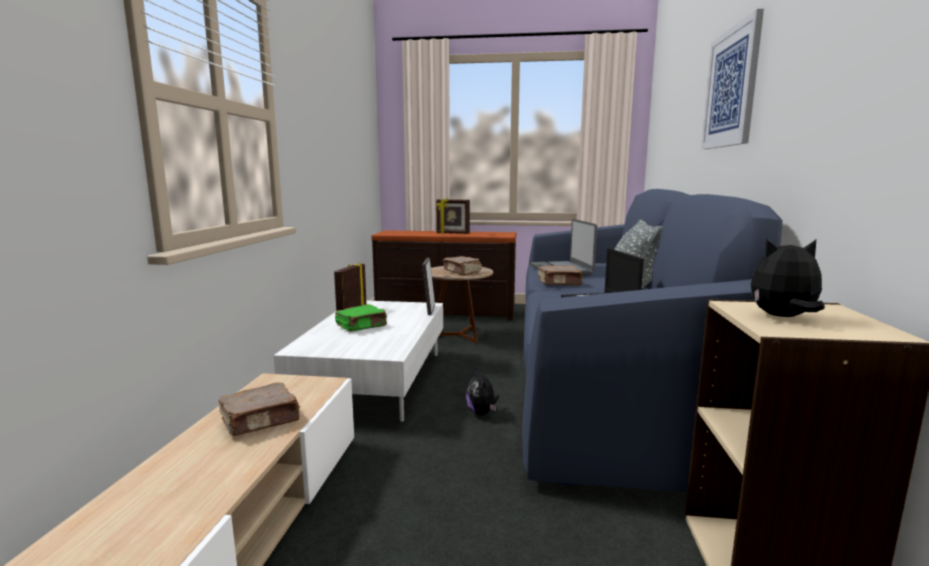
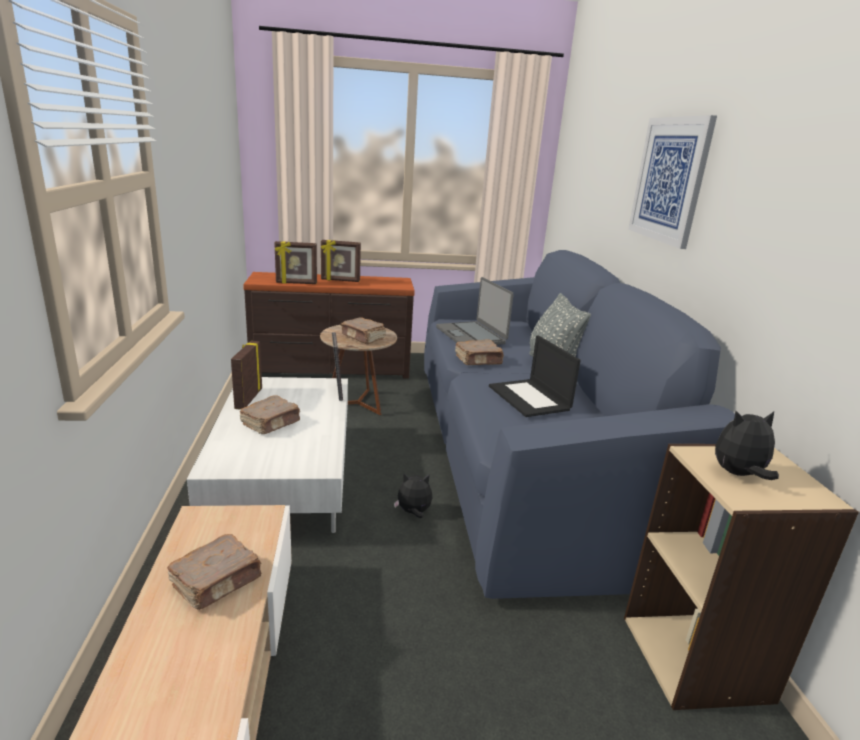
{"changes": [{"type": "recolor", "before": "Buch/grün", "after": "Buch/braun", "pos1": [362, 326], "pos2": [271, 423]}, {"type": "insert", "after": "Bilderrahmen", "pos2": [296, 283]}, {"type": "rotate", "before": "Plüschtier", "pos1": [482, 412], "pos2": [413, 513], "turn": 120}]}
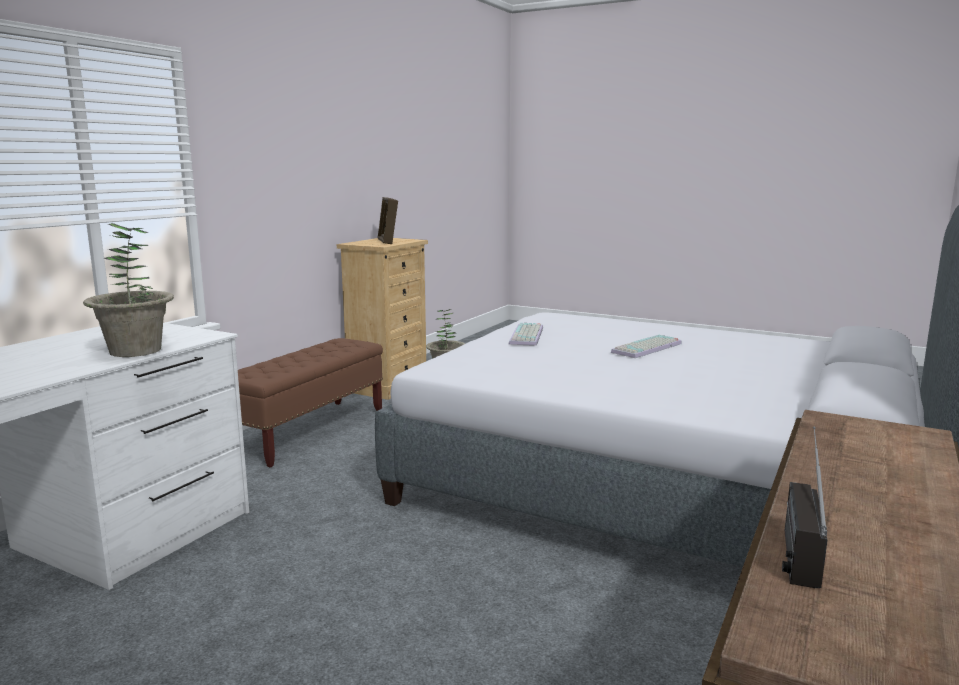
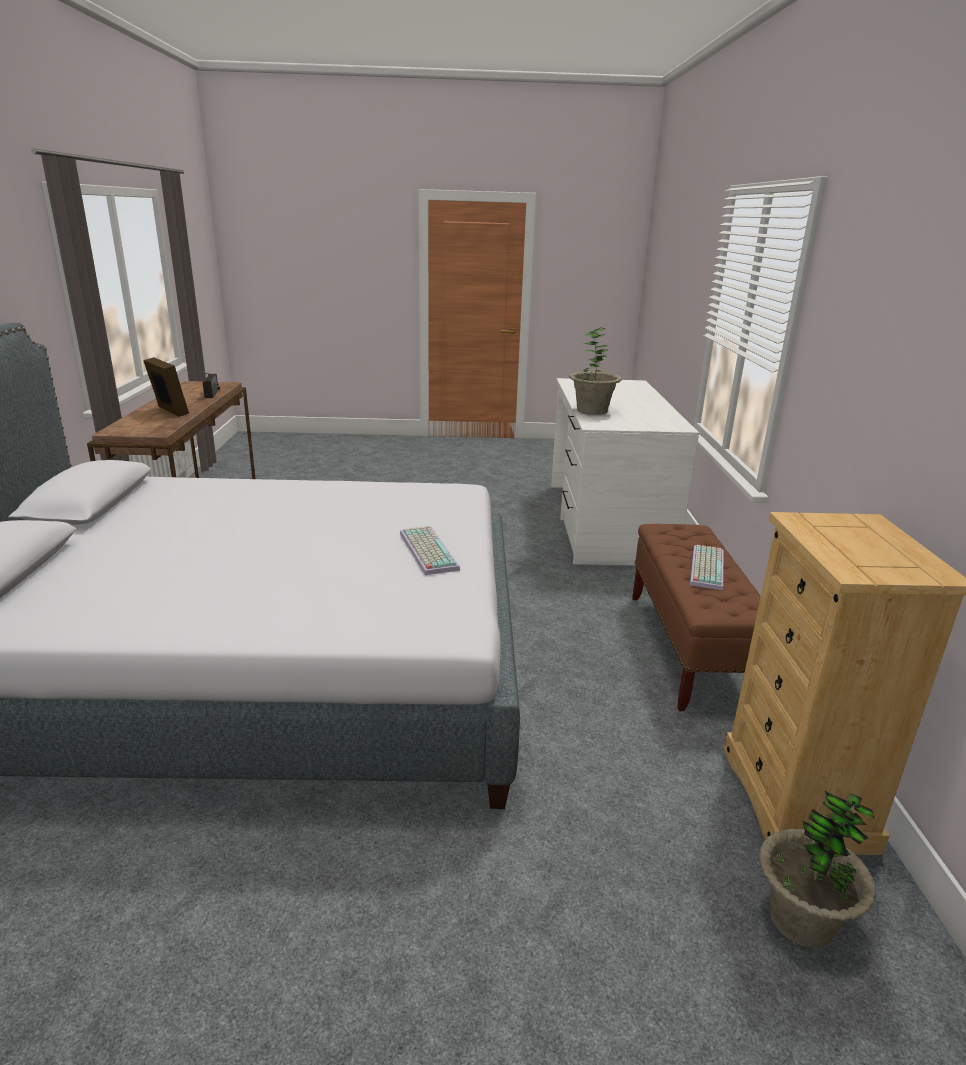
{"changes": [{"type": "move", "before": "Bilderrahmen", "pos1": [388, 242], "pos2": [170, 411]}, {"type": "move", "before": "Tastatur", "pos1": [647, 348], "pos2": [705, 567]}]}
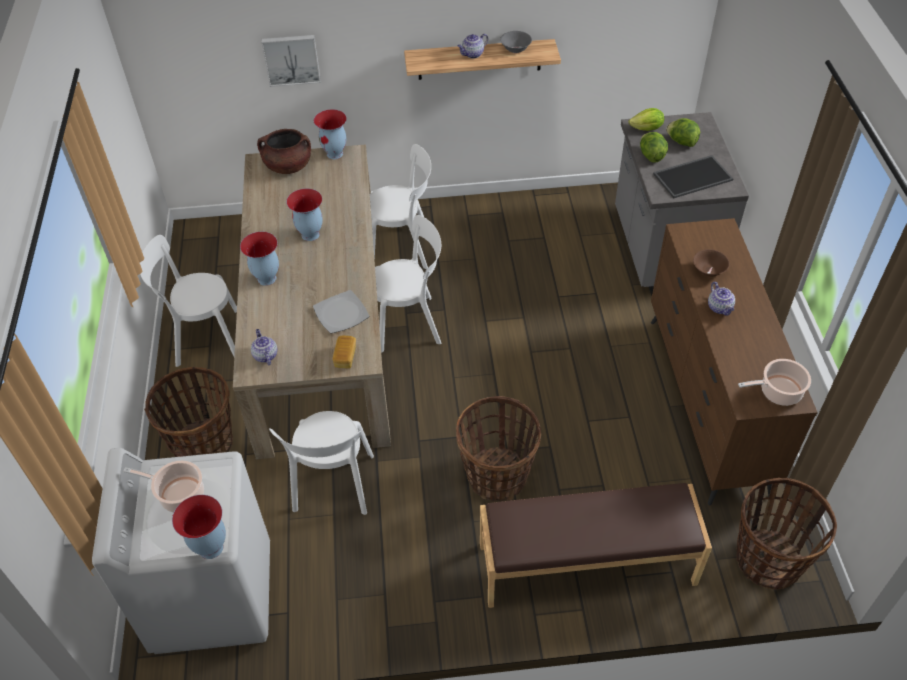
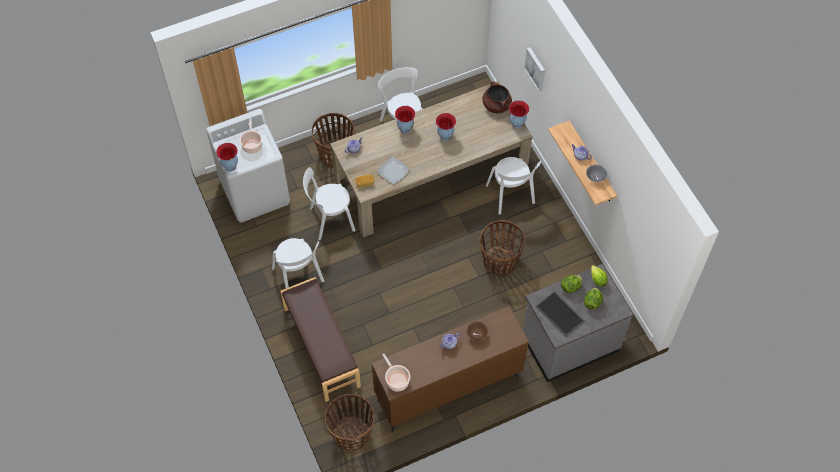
{"changes": [{"type": "move", "before": "Stuhl/weiß", "pos1": [410, 323], "pos2": [299, 277]}, {"type": "move", "before": "Korb", "pos1": [497, 476], "pos2": [500, 261]}]}
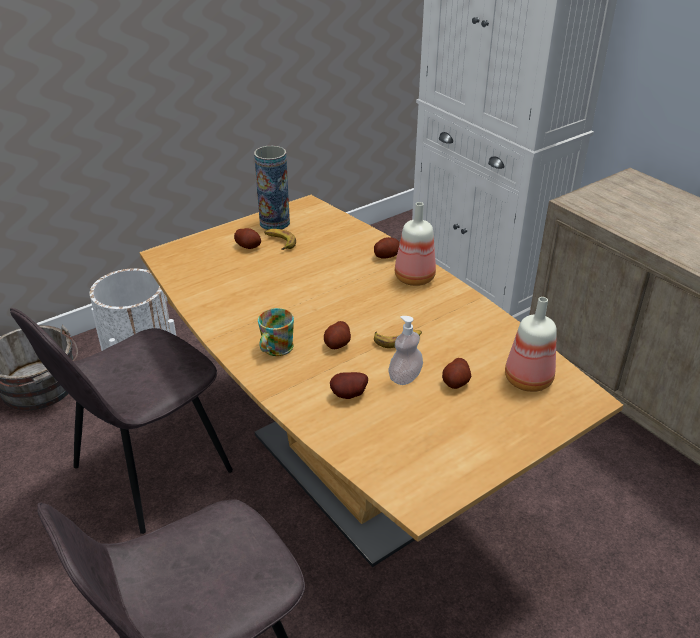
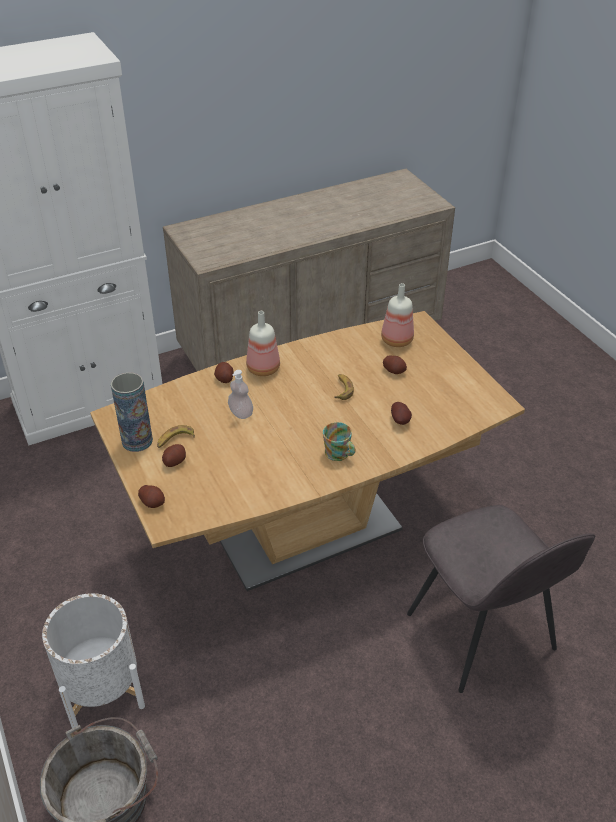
{"changes": [{"type": "move", "before": "Kartoffel", "pos1": [337, 344], "pos2": [152, 502]}, {"type": "move", "before": "Seifenspender", "pos1": [405, 377], "pos2": [241, 413]}, {"type": "delete", "before": "Stuhl/grau", "pos1": [148, 471]}]}
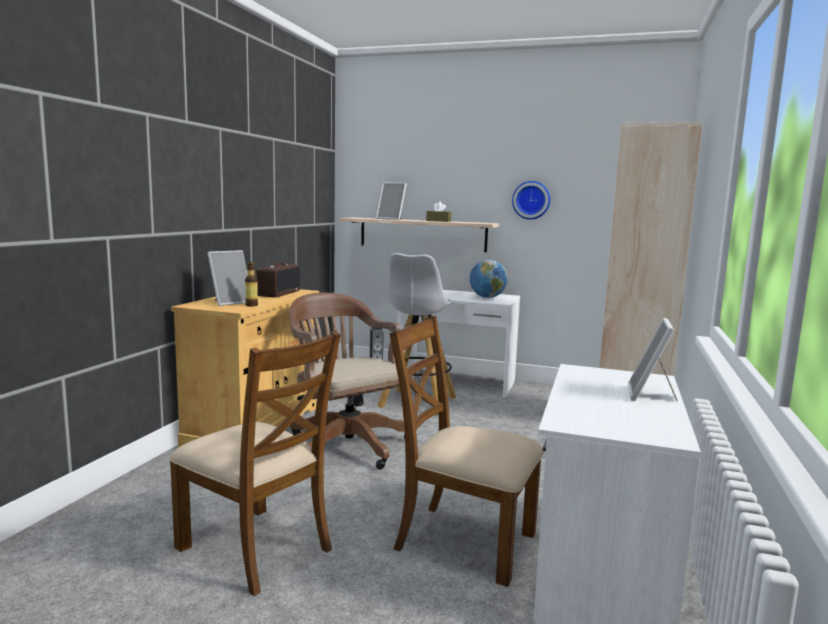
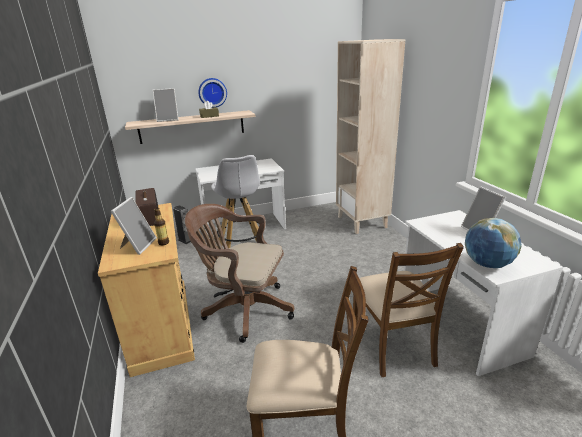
{"changes": [{"type": "move", "before": "Wanduhr", "pos1": [531, 200], "pos2": [212, 92]}, {"type": "rotate", "before": "Stuhl/braun", "pos1": [463, 541], "pos2": [393, 345], "turn": -90}, {"type": "move", "before": "Globus", "pos1": [487, 297], "pos2": [487, 264]}]}
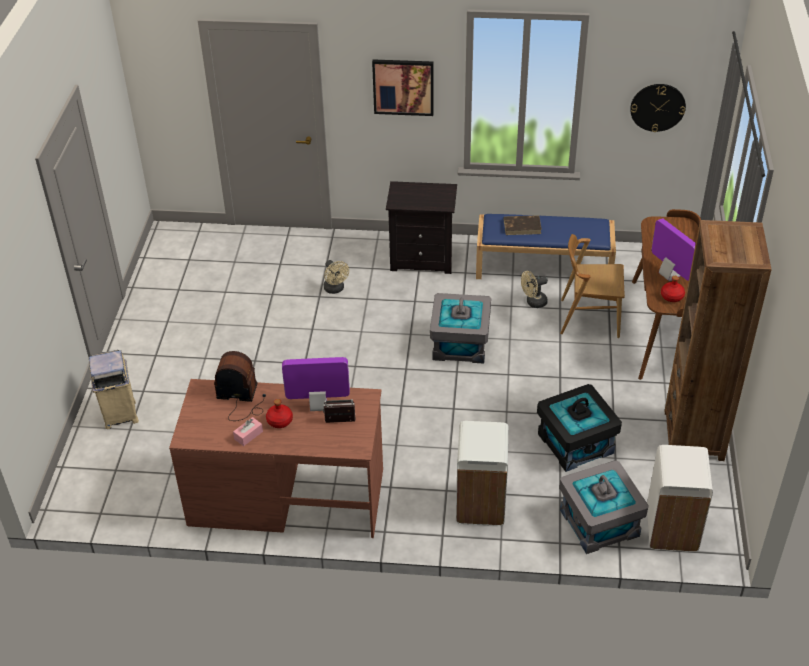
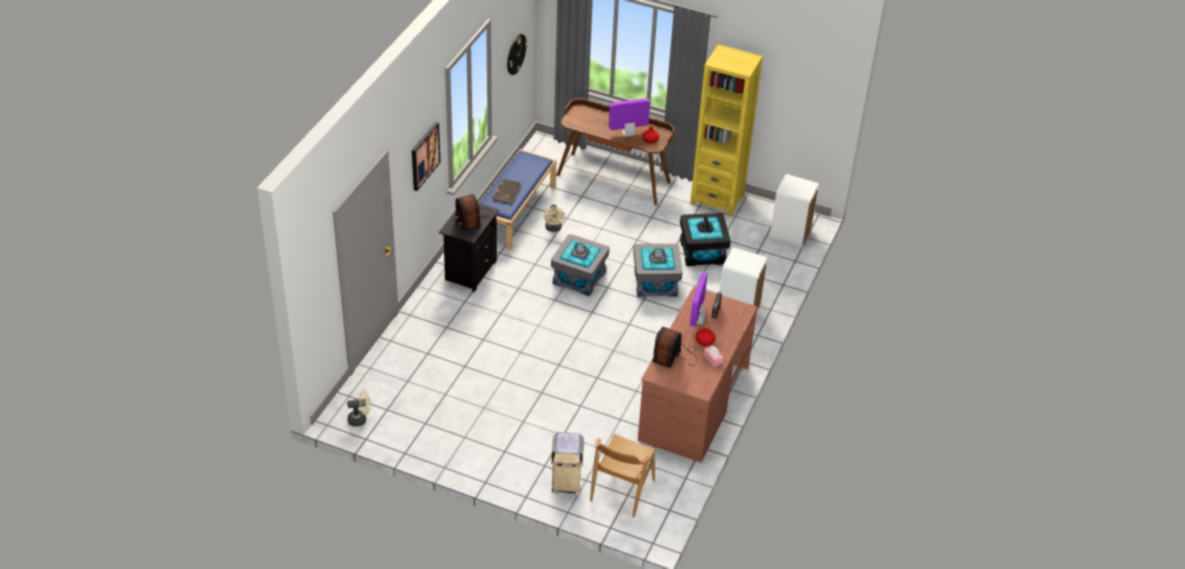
{"changes": [{"type": "move", "before": "Ventilator/beige", "pos1": [335, 289], "pos2": [360, 419]}, {"type": "insert", "after": "Radio", "pos2": [472, 218]}, {"type": "move", "before": "Stuhl/braun", "pos1": [589, 318], "pos2": [622, 490]}, {"type": "move", "before": "Aufbewahrungsbox/grau", "pos1": [599, 523], "pos2": [655, 282]}, {"type": "recolor", "before": "Bücherregal/braun", "after": "Bücherregal/gelb", "pos1": [694, 435], "pos2": [717, 199]}]}
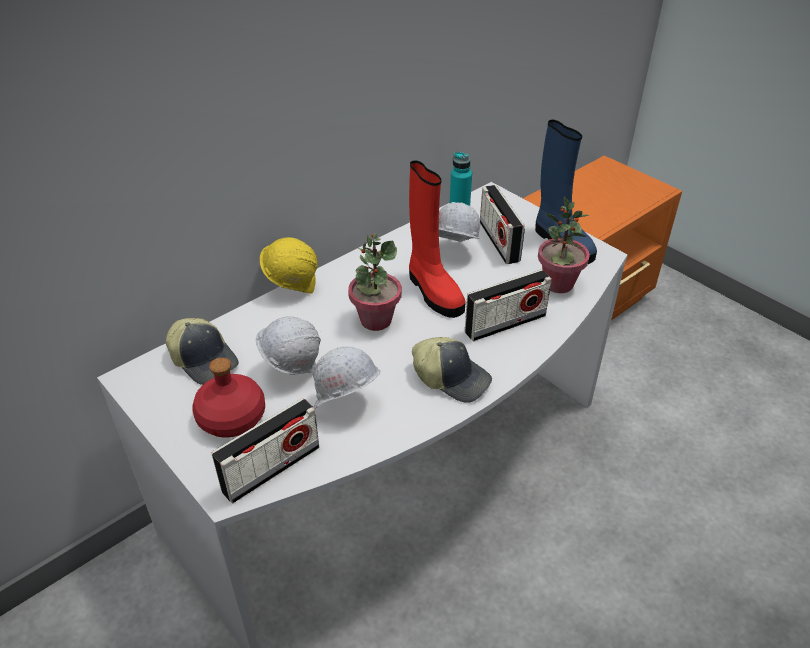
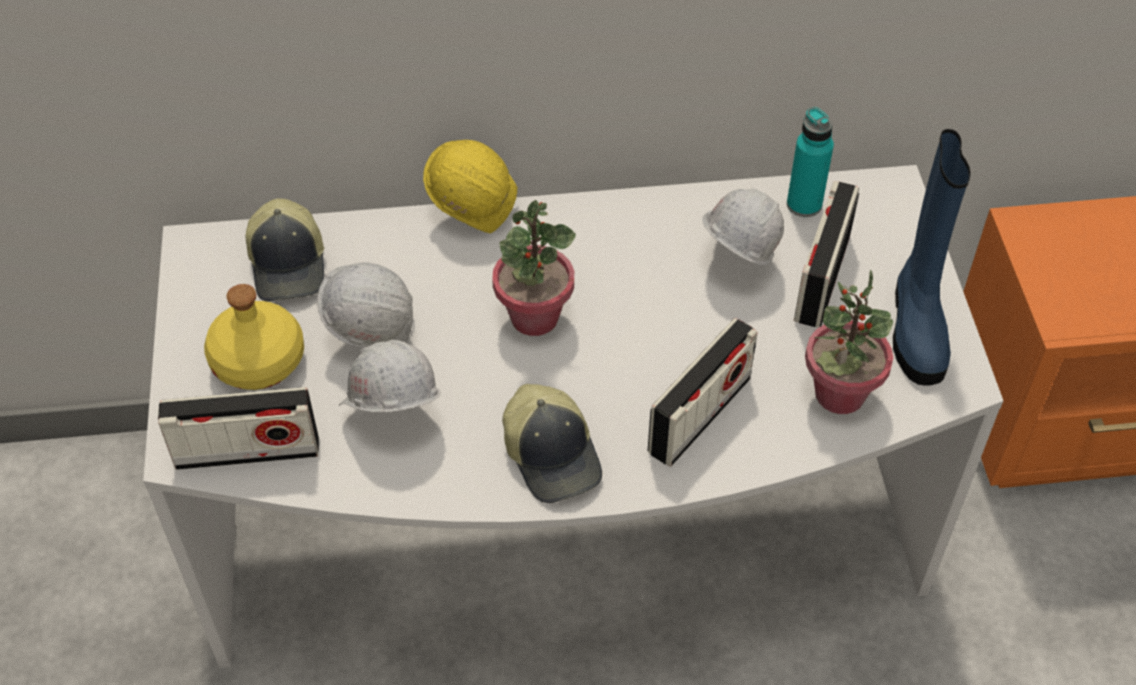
{"changes": [{"type": "recolor", "before": "Flasche/rot", "after": "Flasche/gelb", "pos1": [231, 418], "pos2": [257, 361]}, {"type": "rotate", "before": "Radio", "pos1": [505, 324], "pos2": [699, 415], "turn": -60}, {"type": "delete", "before": "Stiefel/rot", "pos1": [433, 291]}]}
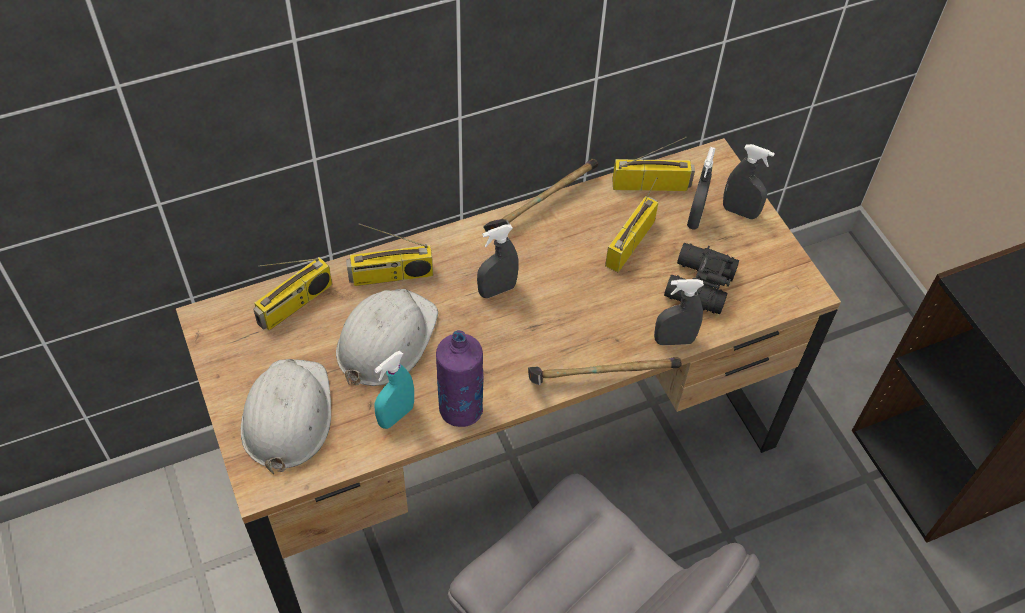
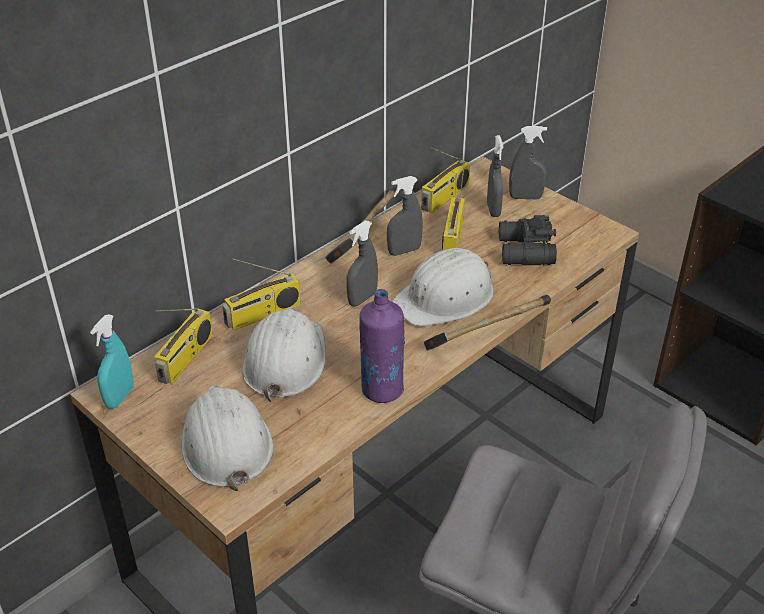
{"changes": [{"type": "move", "before": "Sprühflasche/türkis", "pos1": [396, 416], "pos2": [119, 397]}, {"type": "move", "before": "Sprühflasche/grau", "pos1": [674, 340], "pos2": [404, 251]}, {"type": "insert", "after": "Schutzhelm/weiß", "pos2": [446, 298]}, {"type": "rotate", "before": "Radio", "pos1": [651, 184], "pos2": [445, 198], "turn": 150}]}
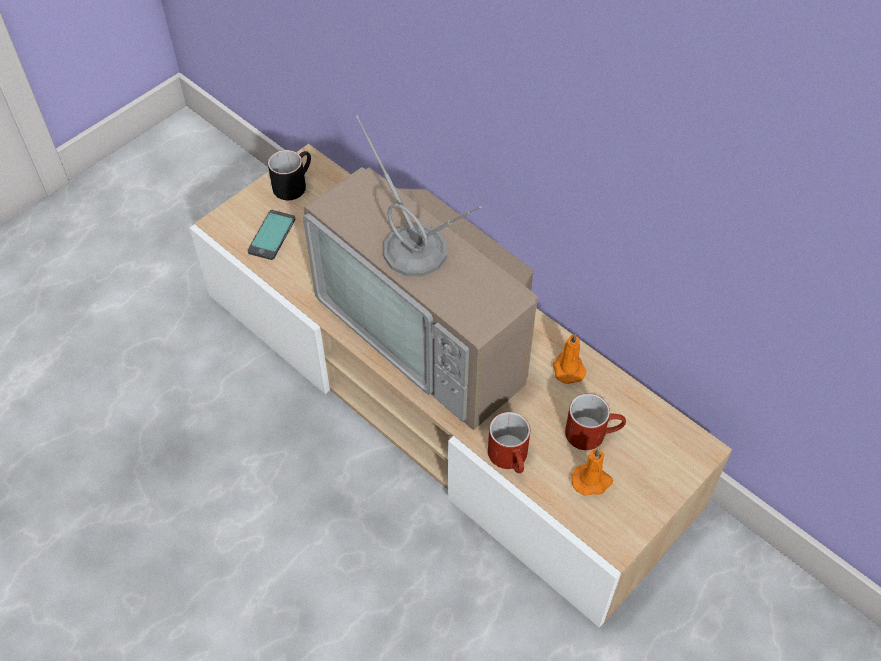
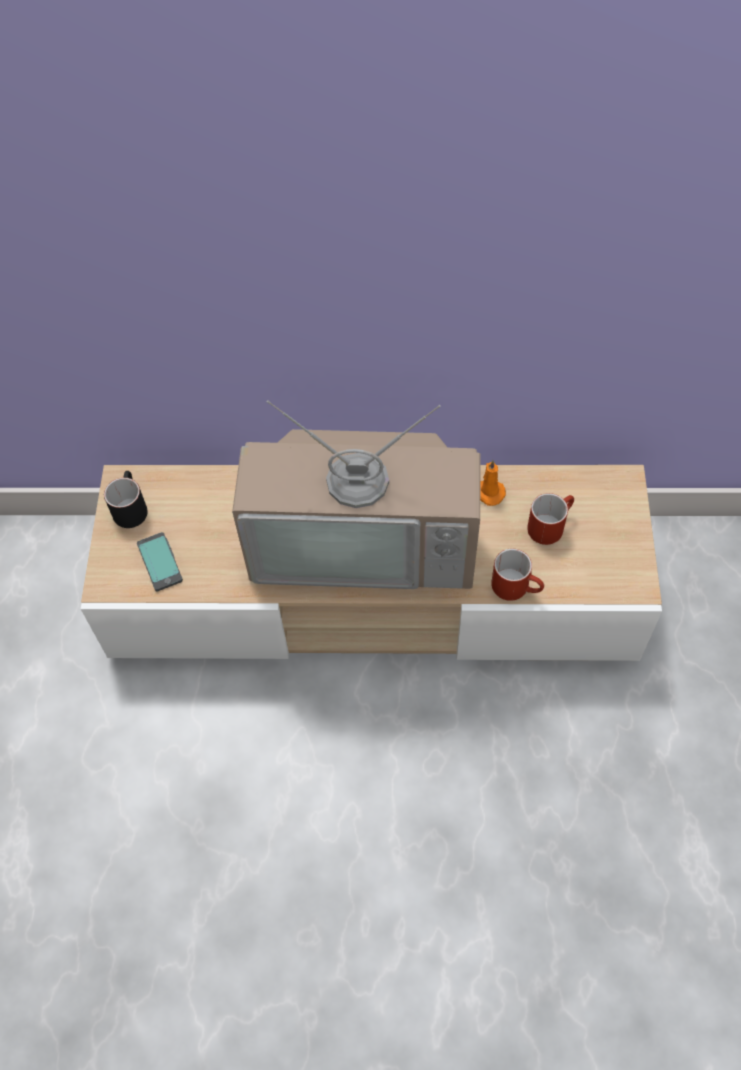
{"changes": [{"type": "delete", "before": "Kerze/orange", "pos1": [592, 481]}]}
